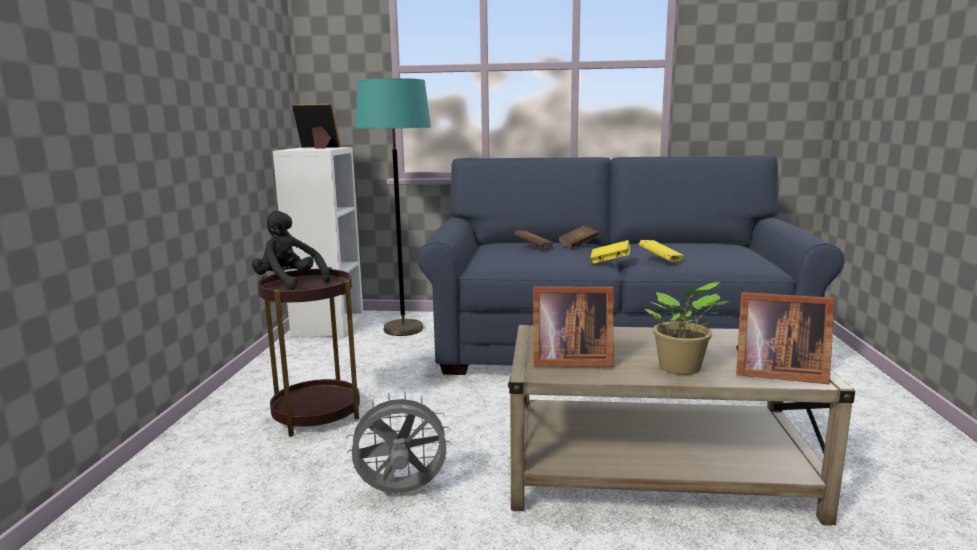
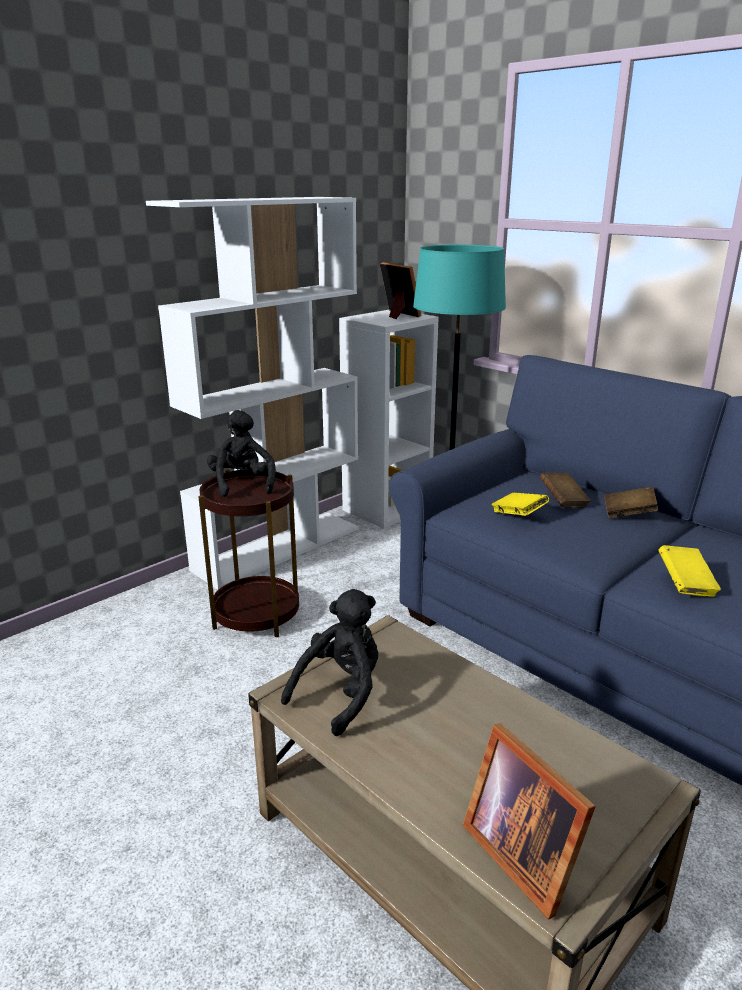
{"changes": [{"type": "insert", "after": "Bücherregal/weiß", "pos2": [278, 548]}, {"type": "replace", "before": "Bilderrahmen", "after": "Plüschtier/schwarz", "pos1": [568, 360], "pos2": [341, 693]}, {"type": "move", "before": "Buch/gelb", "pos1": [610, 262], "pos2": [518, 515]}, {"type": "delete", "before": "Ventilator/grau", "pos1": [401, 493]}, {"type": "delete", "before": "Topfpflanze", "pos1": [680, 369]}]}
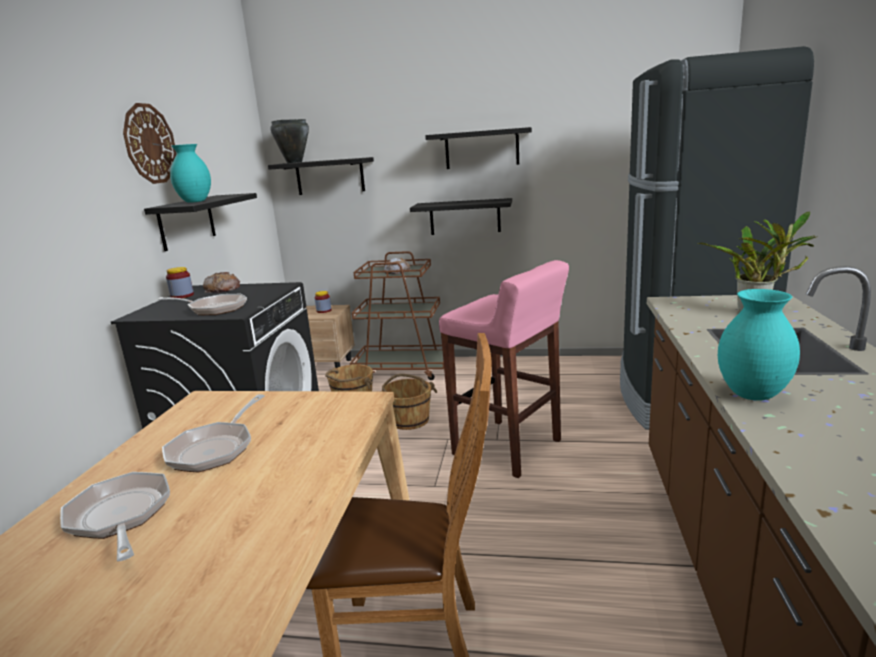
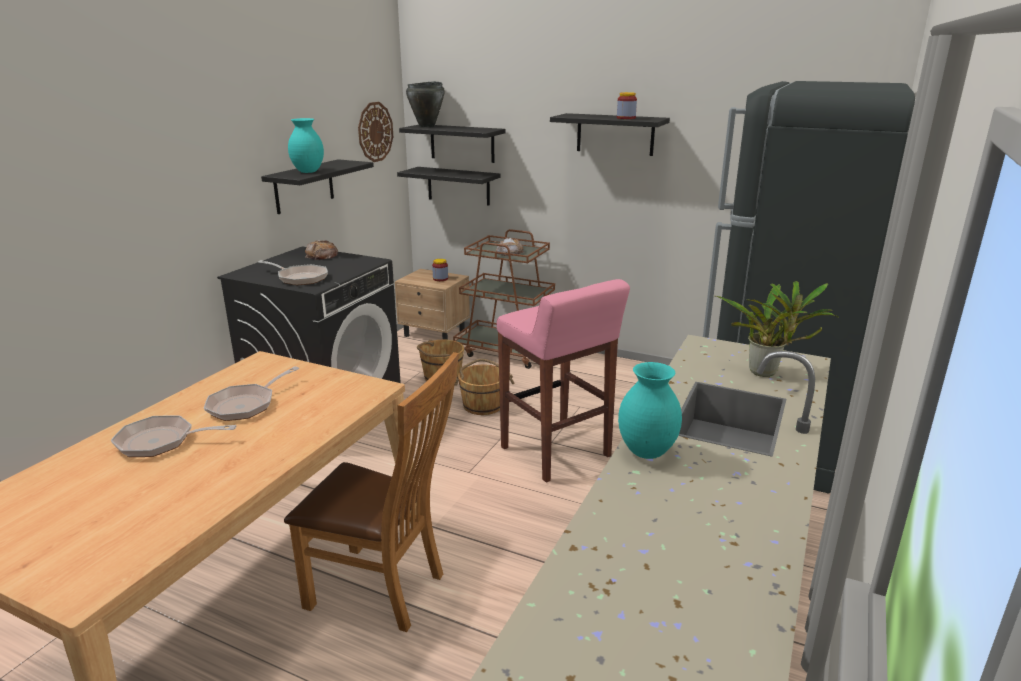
{"changes": [{"type": "rotate", "before": "Pfanne", "pos1": [120, 517], "pos2": [161, 442], "turn": -75}, {"type": "move", "before": "Wanduhr", "pos1": [150, 144], "pos2": [375, 132]}, {"type": "move", "before": "Wandregal/schwarz", "pos1": [465, 217], "pos2": [458, 186]}, {"type": "move", "before": "Vorratsglas", "pos1": [182, 296], "pos2": [626, 118]}]}
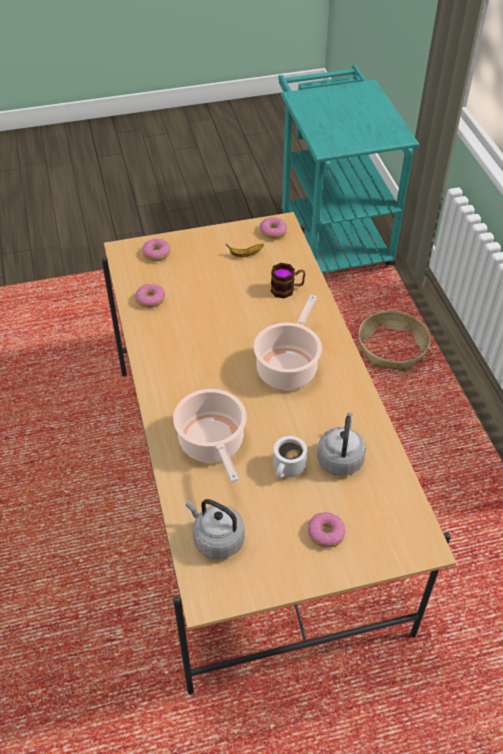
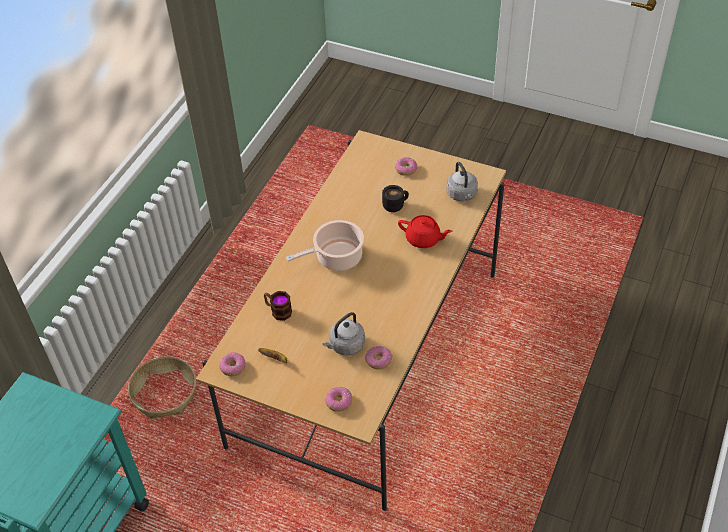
{"changes": [{"type": "move", "before": "Wasserkessel/grau", "pos1": [340, 458], "pos2": [345, 346]}, {"type": "recolor", "before": "Henkelbecher/weiß", "after": "Henkelbecher/schwarz", "pos1": [289, 469], "pos2": [394, 205]}, {"type": "replace", "before": "Kochtopf", "after": "Teekanne/rot", "pos1": [212, 444], "pos2": [423, 239]}]}
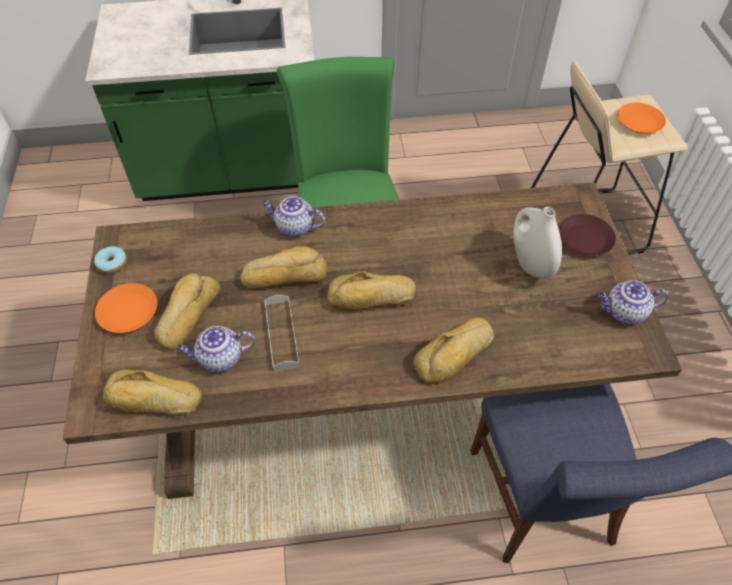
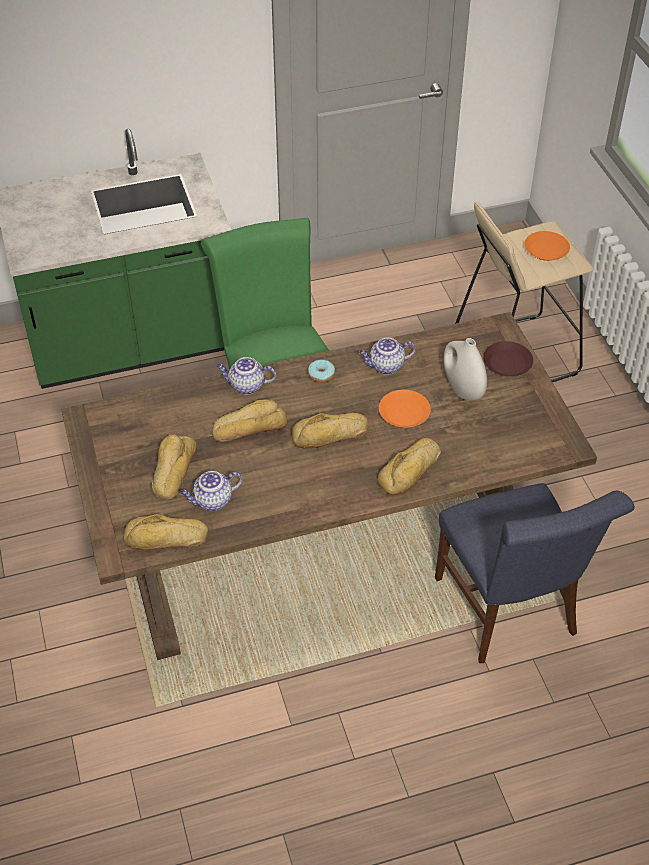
{"changes": [{"type": "move", "before": "Donut", "pos1": [112, 264], "pos2": [321, 375]}, {"type": "move", "before": "Teekanne", "pos1": [624, 312], "pos2": [386, 366]}, {"type": "move", "before": "Teller/orange", "pos1": [128, 312], "pos2": [404, 413]}, {"type": "delete", "before": "Tablett/grau", "pos1": [281, 334]}]}
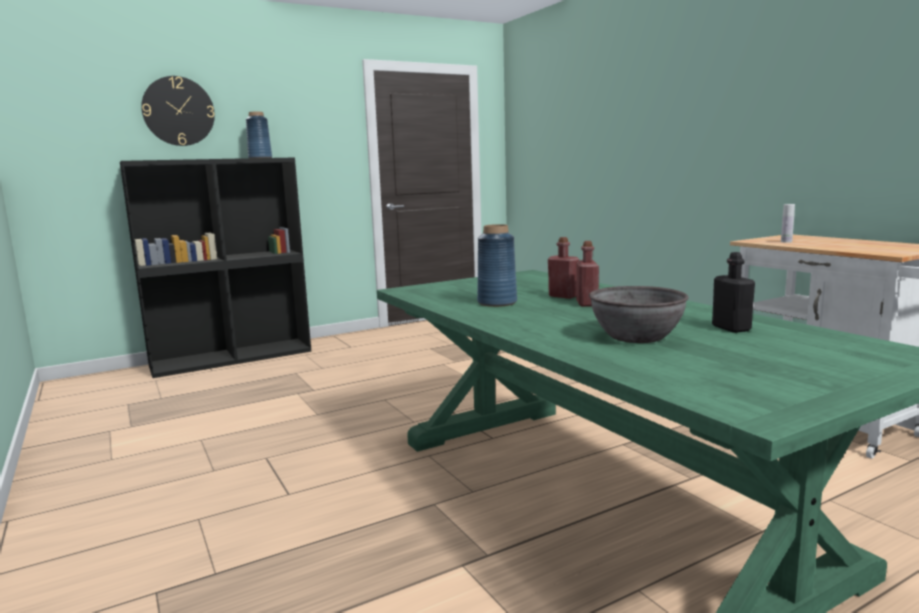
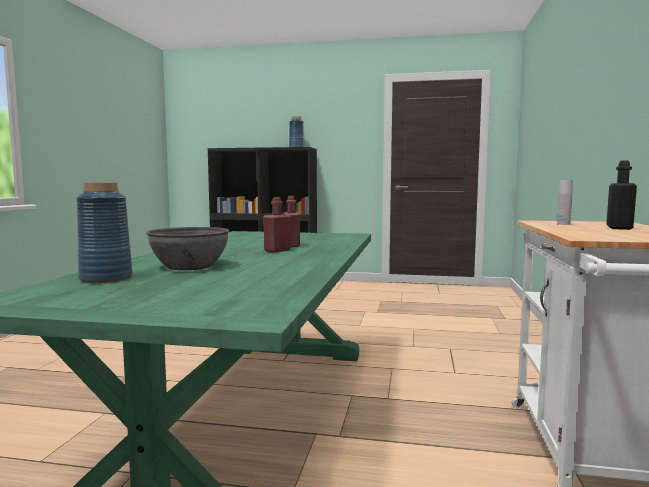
{"changes": [{"type": "move", "before": "Vase/blau", "pos1": [497, 302], "pos2": [106, 279]}, {"type": "move", "before": "Flasche/schwarz", "pos1": [731, 328], "pos2": [619, 228]}, {"type": "delete", "before": "Wanduhr", "pos1": [178, 111]}]}
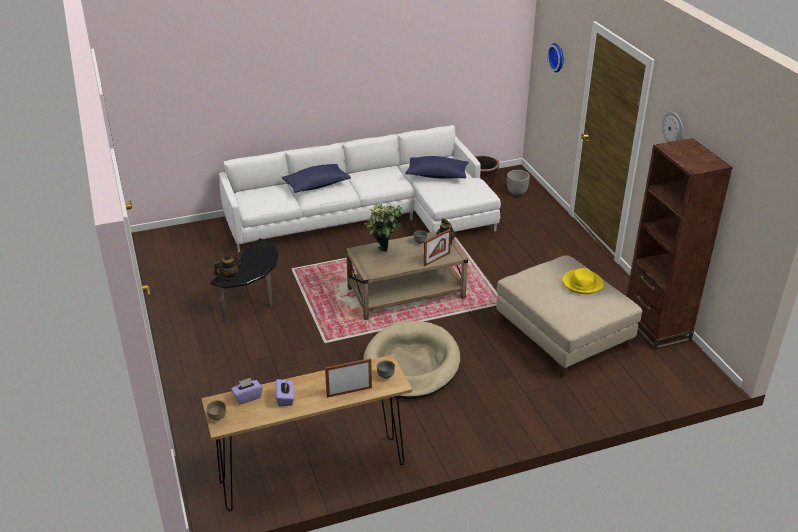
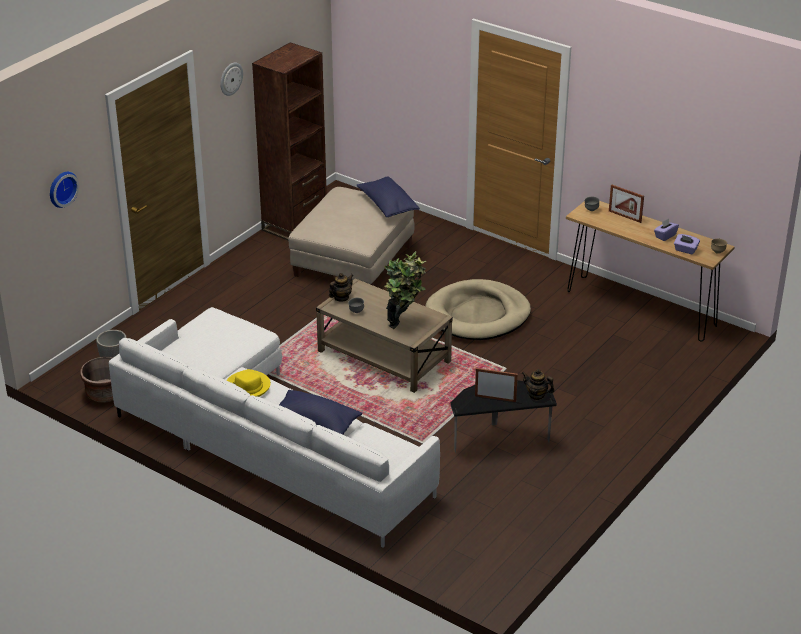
{"changes": [{"type": "move", "before": "Hut/gelb", "pos1": [582, 283], "pos2": [247, 387]}, {"type": "move", "before": "Kissen/blau", "pos1": [437, 175], "pos2": [387, 205]}, {"type": "move", "before": "Bilderrahmen", "pos1": [437, 259], "pos2": [495, 398]}]}
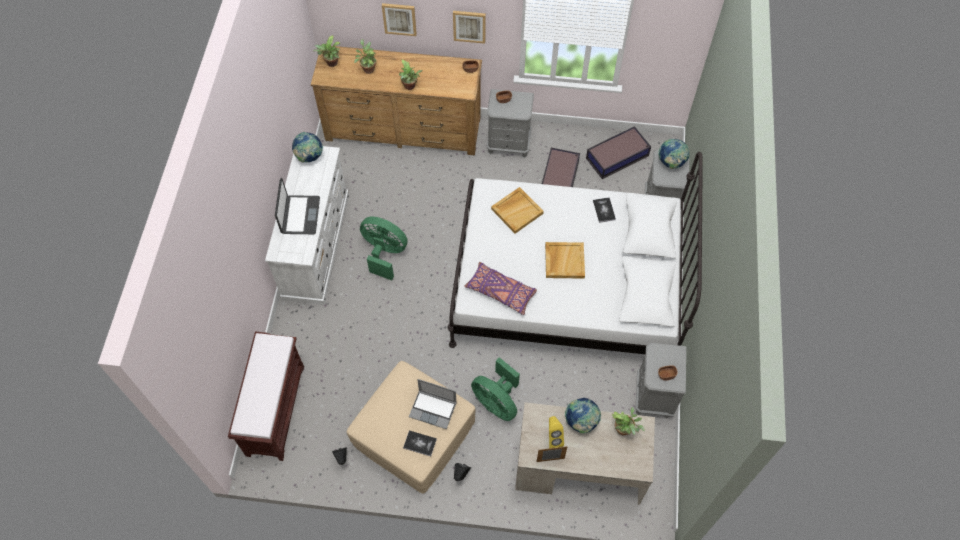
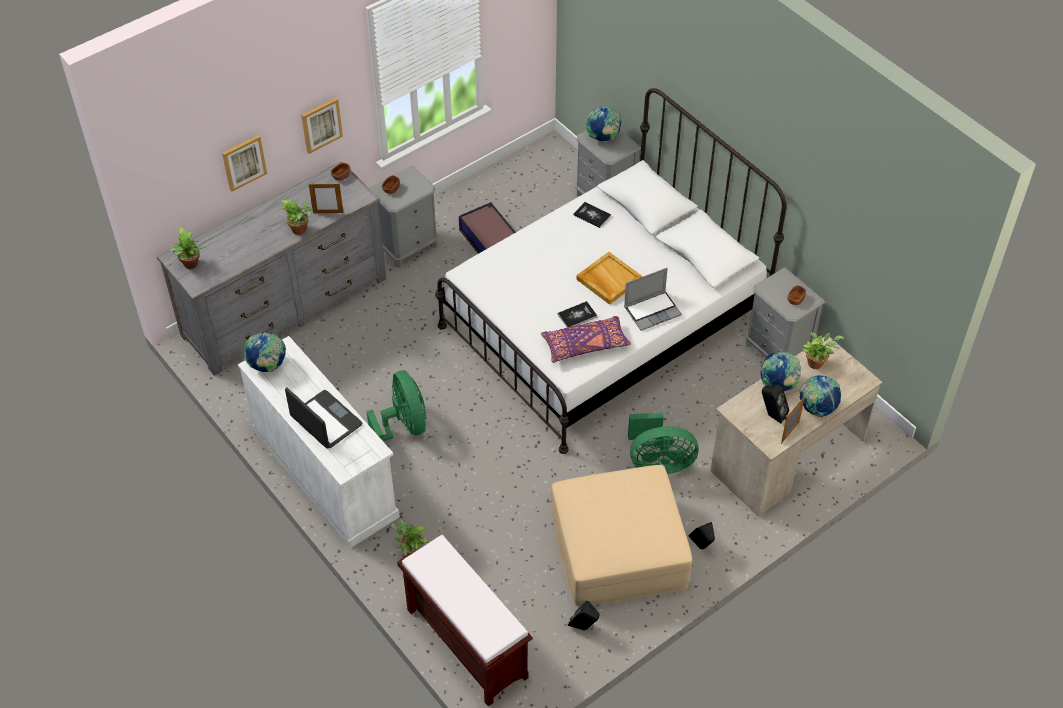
{"changes": [{"type": "recolor", "before": "Kommode/braun", "after": "Kommode/grau", "pos1": [403, 129], "pos2": [285, 307]}, {"type": "insert", "after": "Bilderrahmen", "pos2": [328, 212]}, {"type": "rotate", "before": "Ventilator/grün", "pos1": [384, 253], "pos2": [403, 427], "turn": 90}, {"type": "move", "before": "Topfpflanze", "pos1": [368, 68], "pos2": [411, 552]}, {"type": "move", "before": "Buch", "pos1": [420, 443], "pos2": [577, 315]}, {"type": "move", "before": "Laptop", "pos1": [433, 409], "pos2": [652, 310]}, {"type": "recolor", "before": "Lautsprecher/gelb", "after": "Lautsprecher/schwarz", "pos1": [553, 438], "pos2": [772, 415]}, {"type": "insert", "after": "Globus", "pos2": [816, 408]}, {"type": "delete", "before": "Tablett/beige", "pos1": [517, 211]}, {"type": "delete", "before": "Aufbewahrungsbox", "pos1": [618, 157]}]}
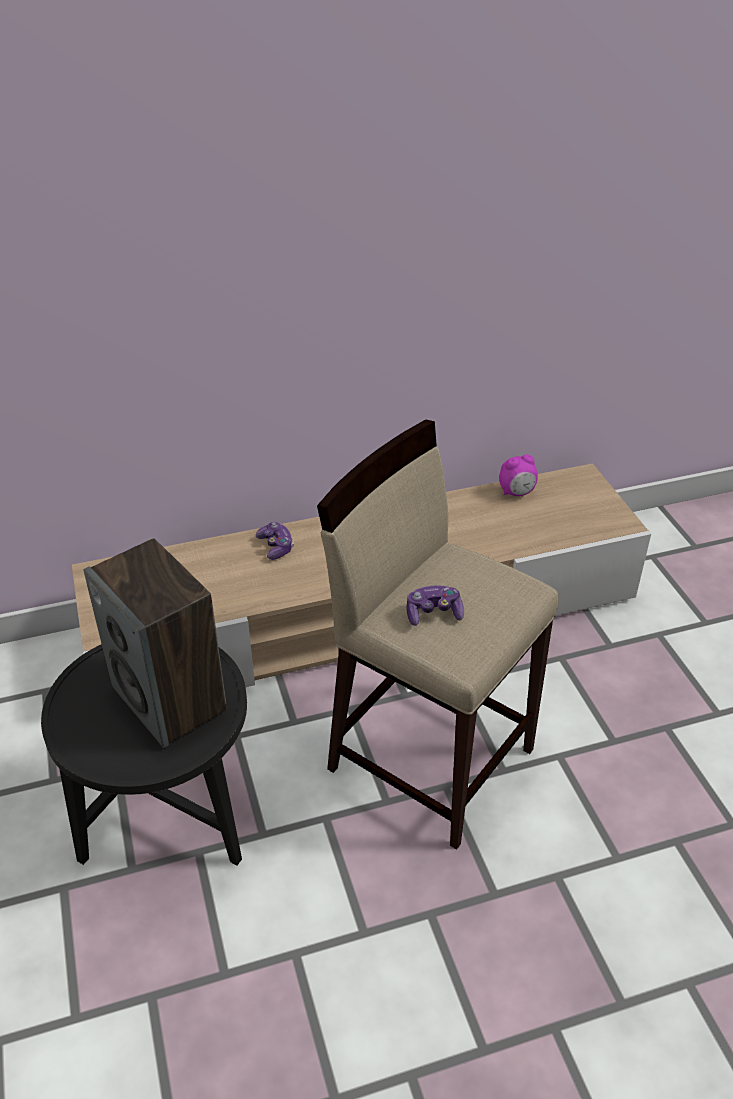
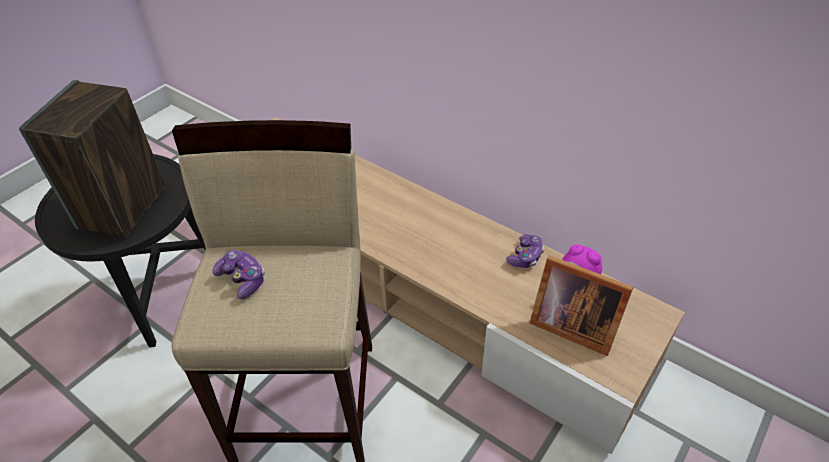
{"changes": [{"type": "move", "before": "Gamepad", "pos1": [276, 547], "pos2": [525, 257]}, {"type": "insert", "after": "Bilderrahmen", "pos2": [570, 324]}]}
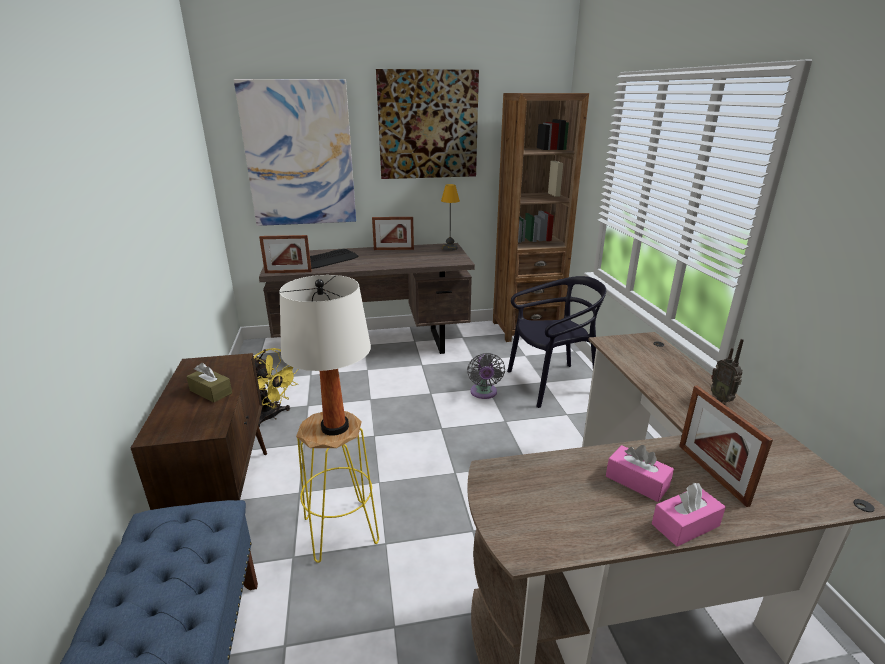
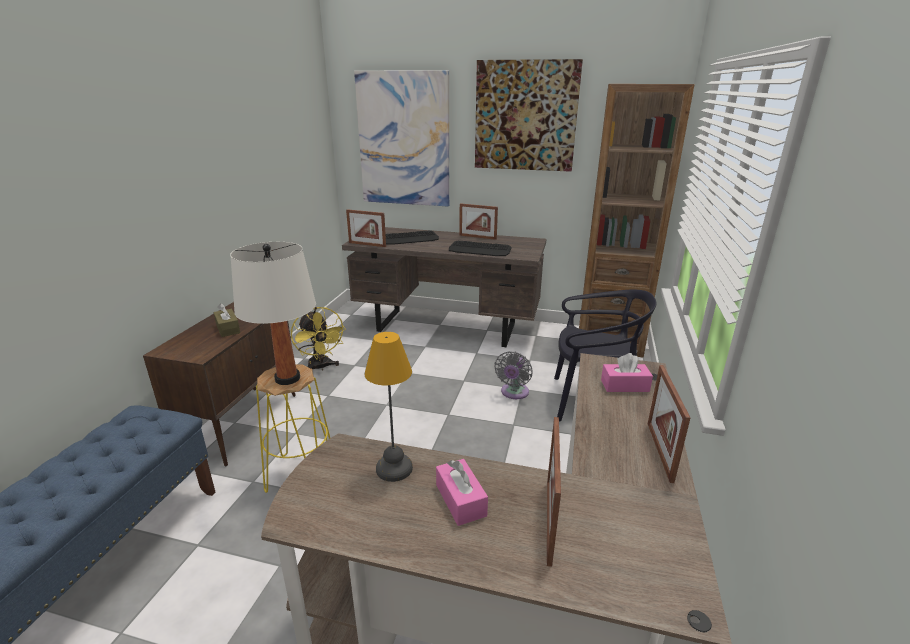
{"changes": [{"type": "move", "before": "Tischlampe", "pos1": [449, 248], "pos2": [393, 469]}, {"type": "insert", "after": "Tastatur", "pos2": [480, 250]}, {"type": "move", "before": "Taschentuchbox/rosa", "pos1": [685, 525], "pos2": [624, 385]}, {"type": "replace", "before": "Radio", "after": "Bilderrahmen", "pos1": [721, 398], "pos2": [659, 451]}]}
